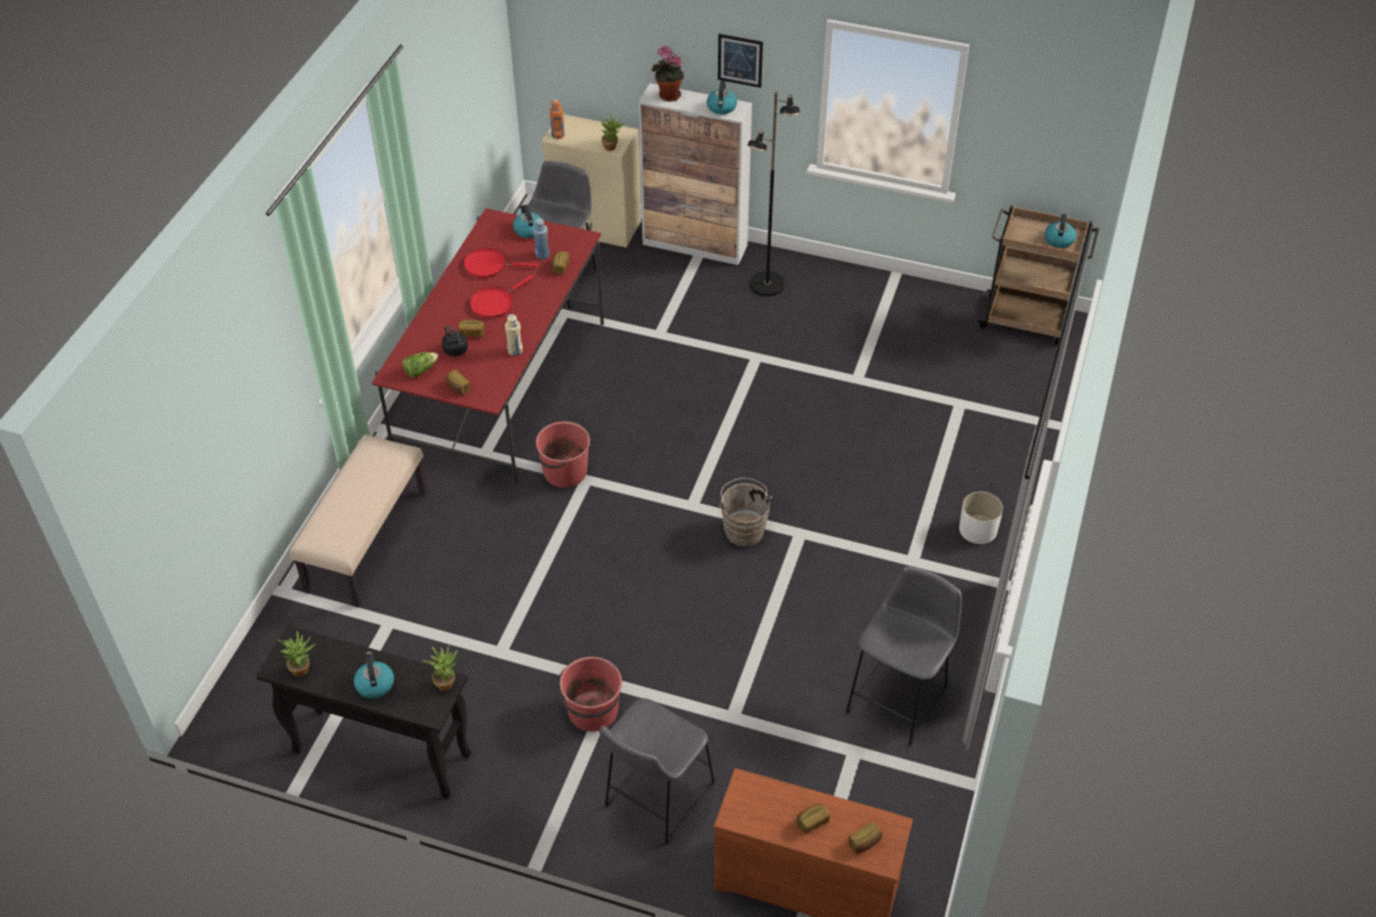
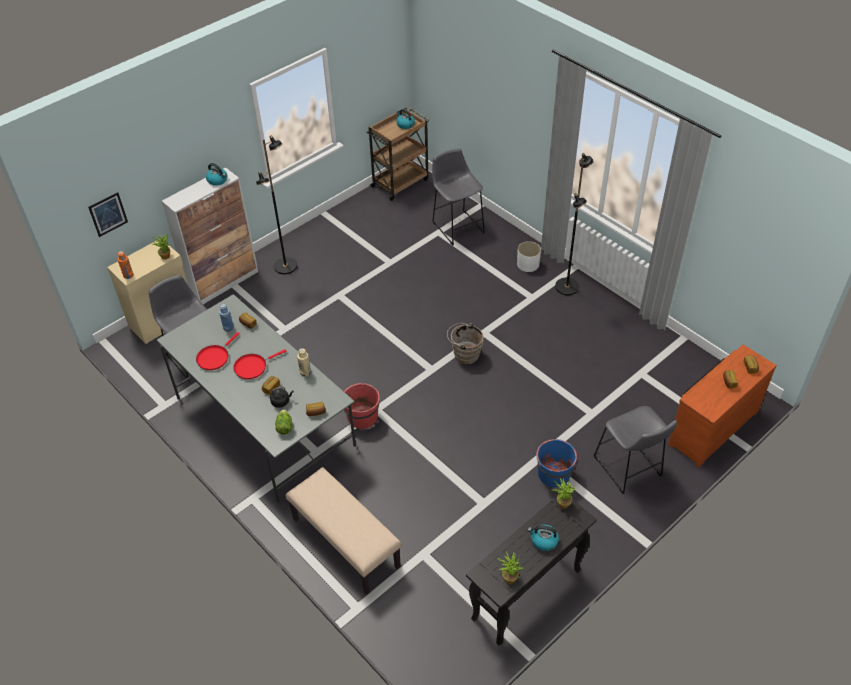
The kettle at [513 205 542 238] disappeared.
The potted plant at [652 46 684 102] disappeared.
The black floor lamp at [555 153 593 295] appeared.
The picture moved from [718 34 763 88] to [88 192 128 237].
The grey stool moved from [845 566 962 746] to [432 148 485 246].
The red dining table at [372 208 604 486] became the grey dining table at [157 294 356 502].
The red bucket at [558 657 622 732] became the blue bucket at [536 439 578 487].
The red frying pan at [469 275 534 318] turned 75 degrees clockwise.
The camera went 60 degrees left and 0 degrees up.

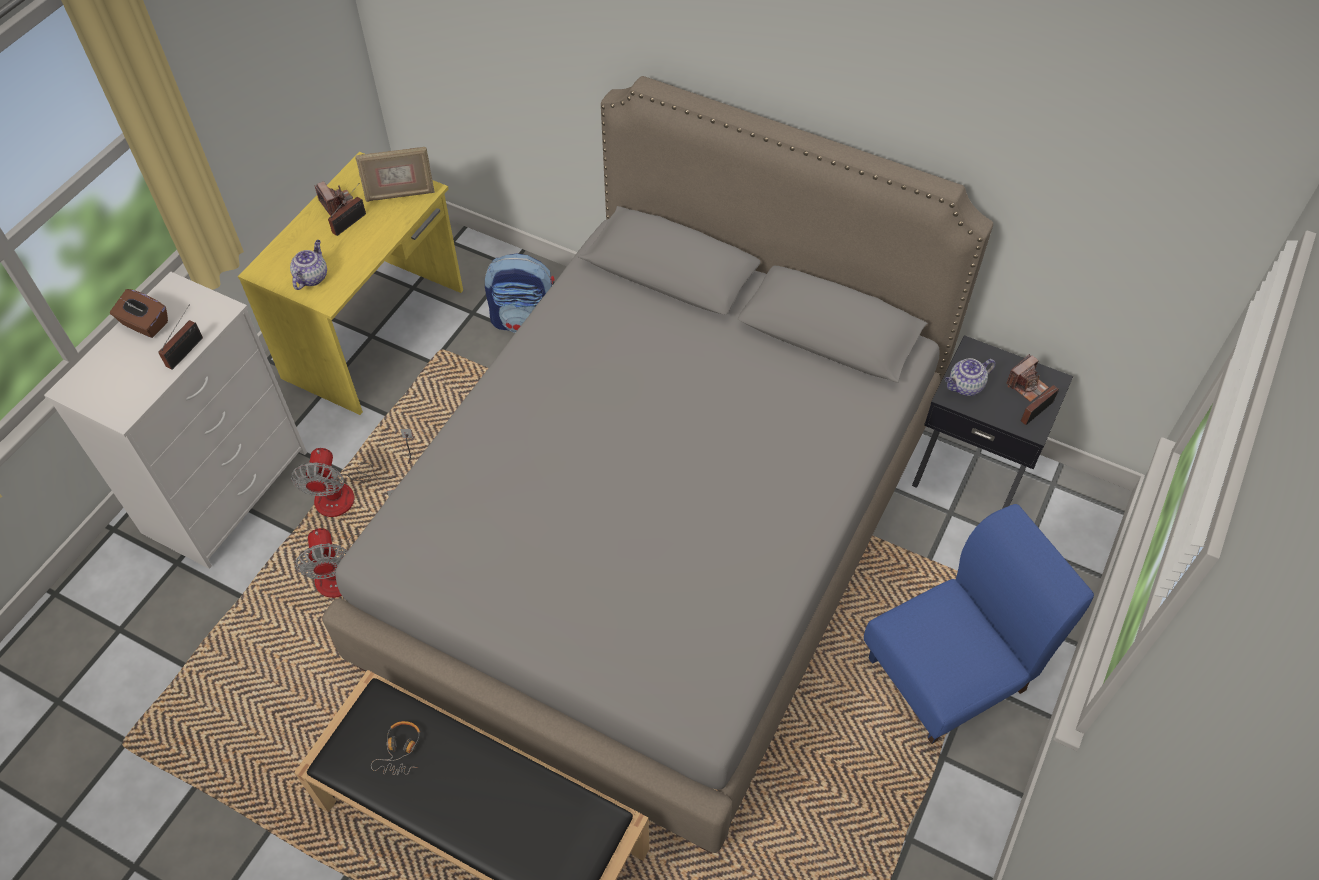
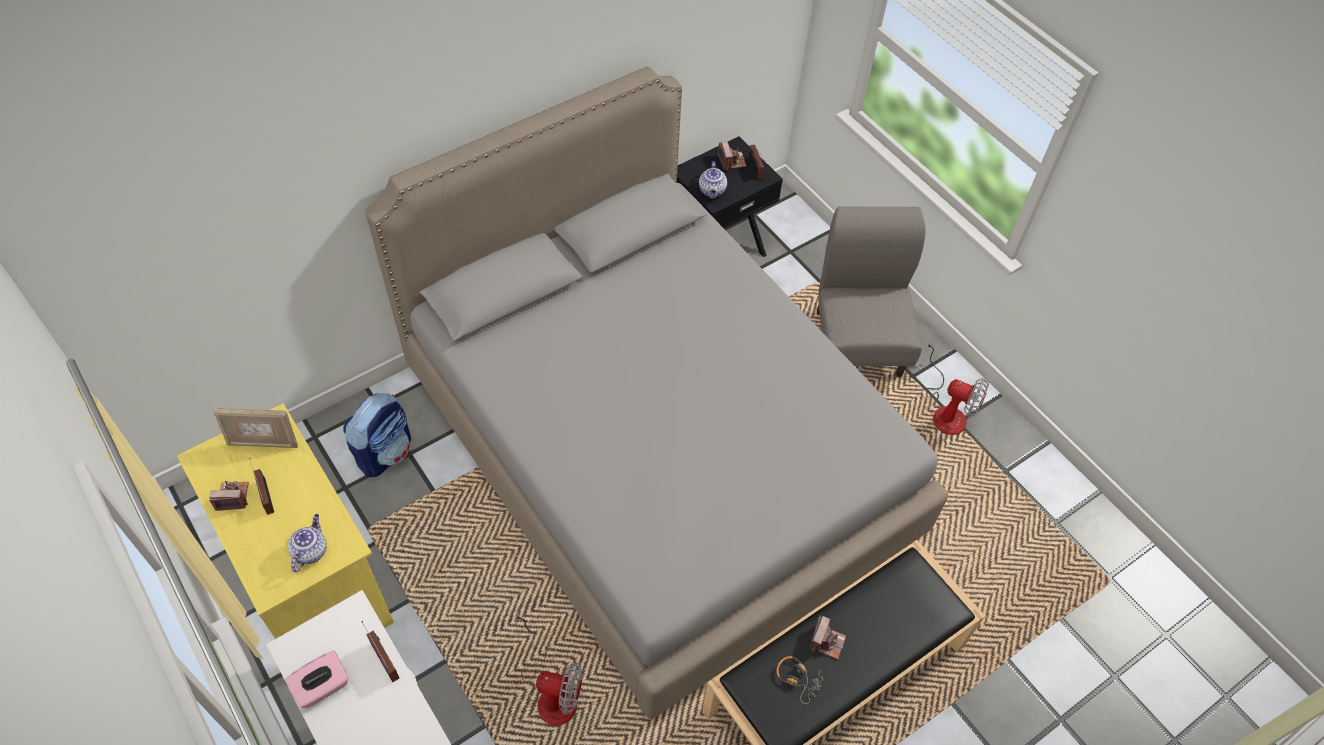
The photo camera at [809 616 846 659] appeared.
The fan moved from [291 429 413 517] to [921 339 989 435].
The brown tissue box at [110 289 168 338] became the pink tissue box at [285 651 349 708].
The blue chair at [864 504 1094 744] became the grey chair at [817 207 925 377].
The teapot at [290 240 327 290] turned 60 degrees clockwise.
The picture frame at [355 147 435 202] turned 75 degrees clockwise.
The camera went 65 degrees left and 0 degrees up.

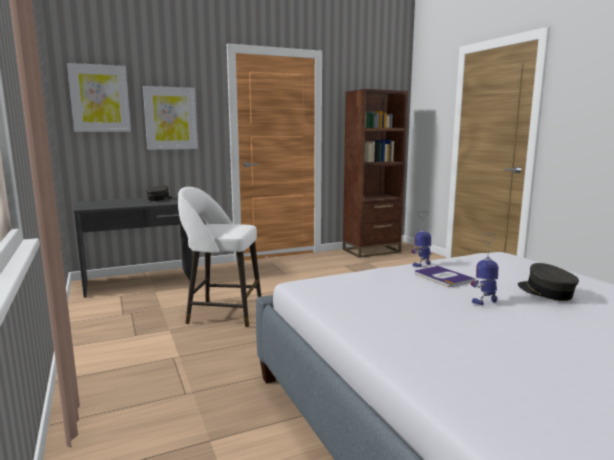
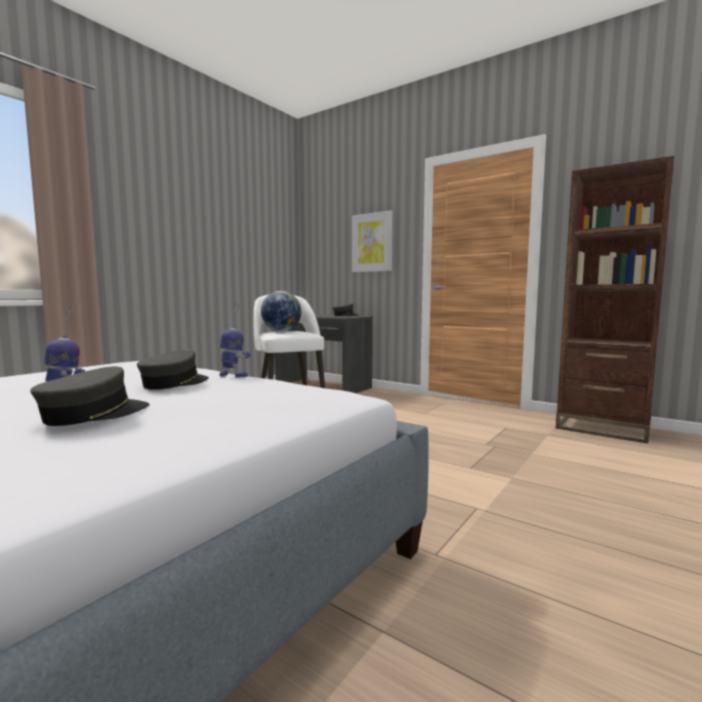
The picture at [67 63 131 132] disappeared.
The globe at [261 291 301 332] appeared.
The book at [415 266 475 287] was replaced by the grey cap at [137 350 209 390].
The camera went 60 degrees right and 5 degrees down.

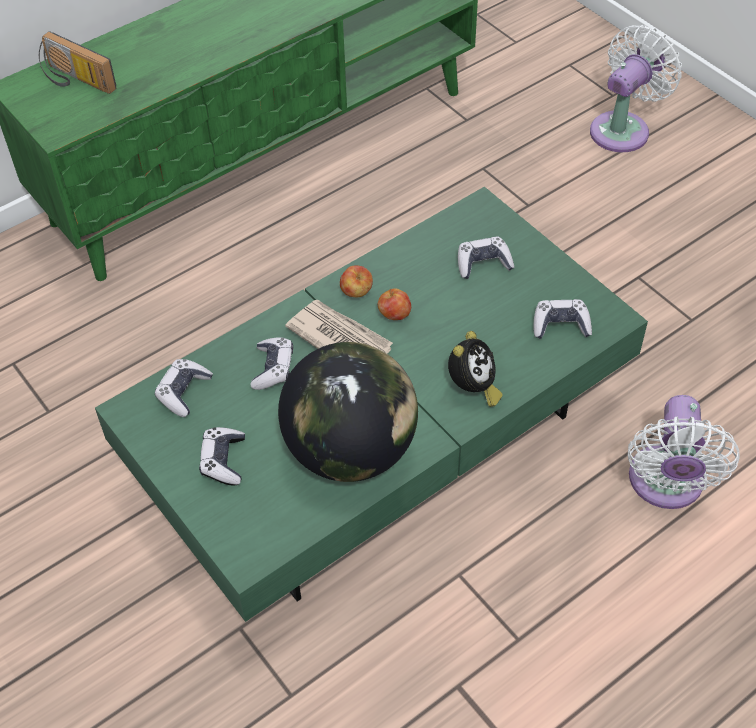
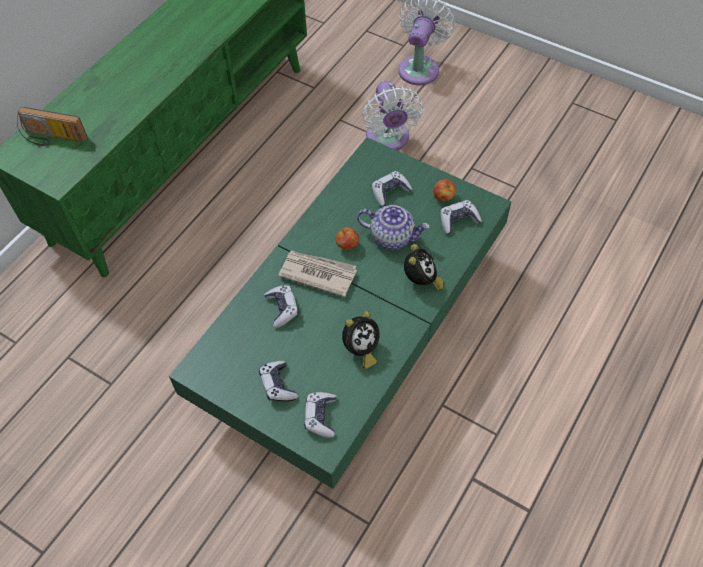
The teapot at [357 205 430 250] appeared.
The game controller moved from [155 359 213 417] to [304 392 337 438].
The apple moved from [340 265 373 297] to [433 179 456 202].
The white fan moved from [628 395 740 509] to [362 81 424 150].
The globe at [278 342 418 482] was replaced by the alarm clock at [342 311 380 369].
The camera went 20 degrees left and 5 degrees up.

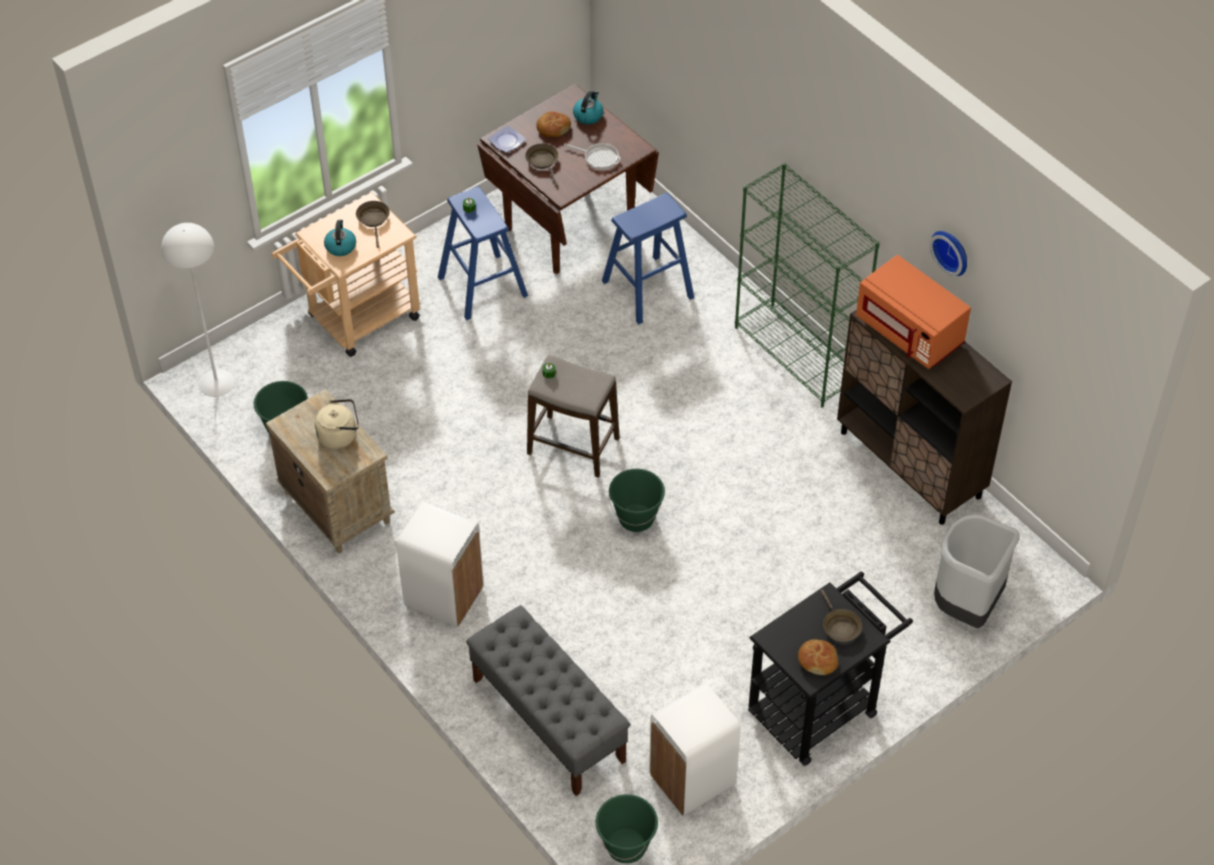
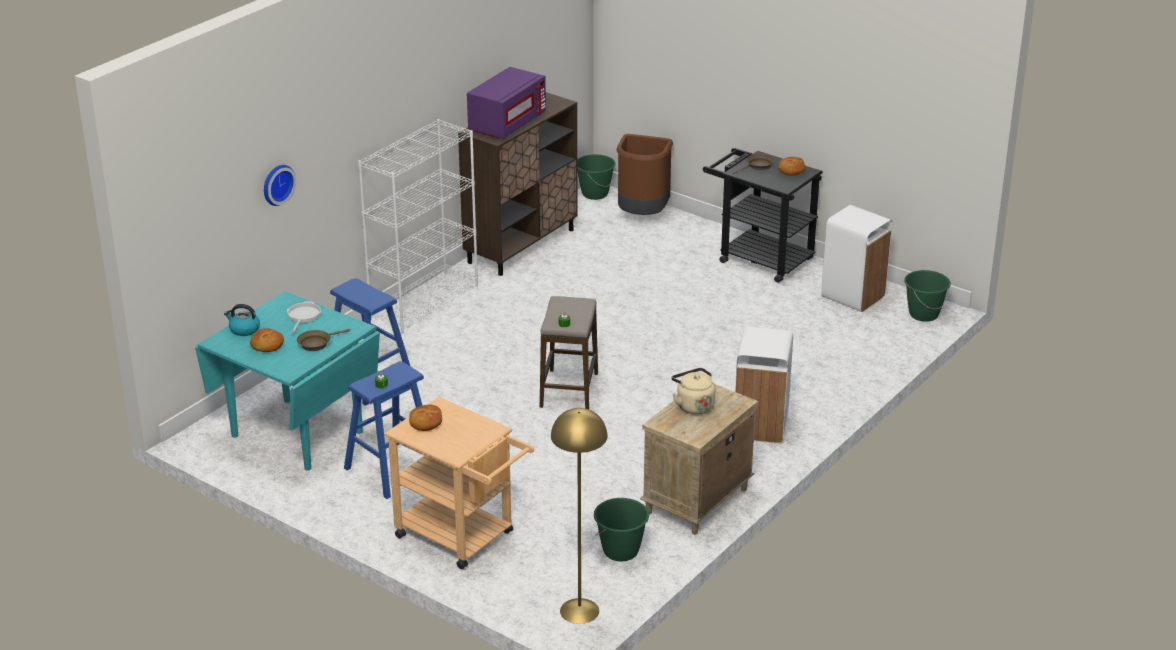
The kettle at [324 219 356 256] disappeared.
The grey bench at [466 605 630 796] disappeared.
The plate at [488 126 526 152] disappeared.
The green bucket moved from [609 469 665 532] to [577 154 616 200].
The wall clock moved from [930 231 967 276] to [264 165 296 206].
The brown frying pan at [356 201 390 248] was replaced by the bread at [409 405 442 431].
The white floor lamp at [161 223 235 397] became the yellow floor lamp at [551 408 607 624].
The brown dining table at [477 84 659 274] became the turquoise dining table at [195 291 380 471].
The green bookcase at [735 163 880 408] became the white bookcase at [358 119 478 333].
The orange microwave at [856 255 971 369] became the purple microwave at [467 67 546 139].
The grey trash can at [934 514 1019 628] became the brown trash can at [617 134 673 215].
The camera went 105 degrees left and 20 degrees down.

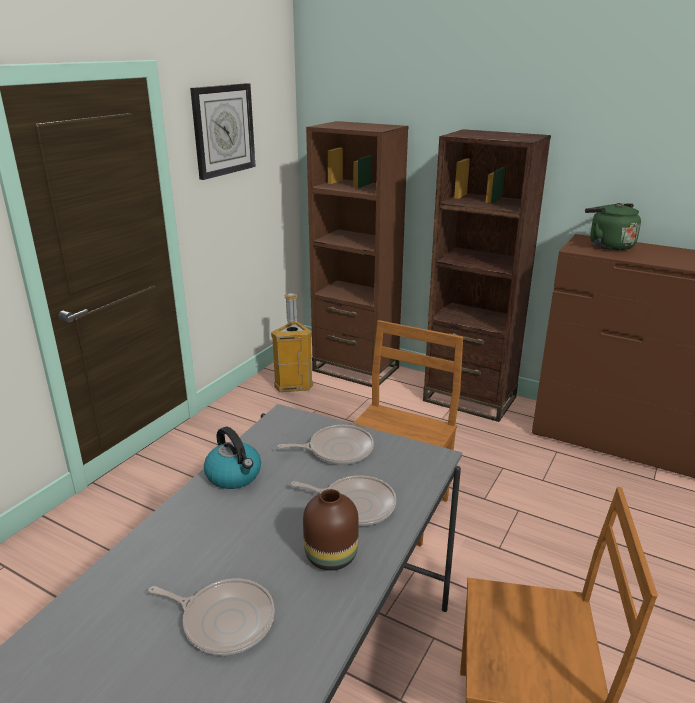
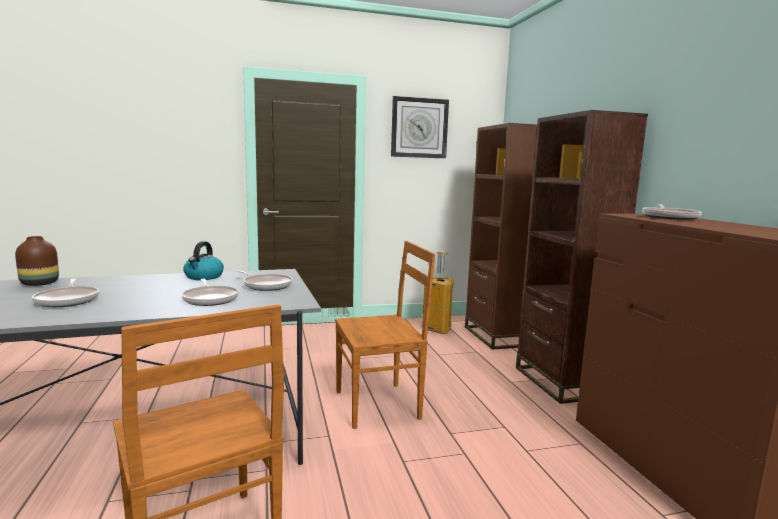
The brown vase moved from [303 489 359 571] to [15 236 59 286].
The green kettle at [585 203 641 251] was replaced by the frying pan at [642 204 702 220].
The camera went 45 degrees right and 15 degrees down.

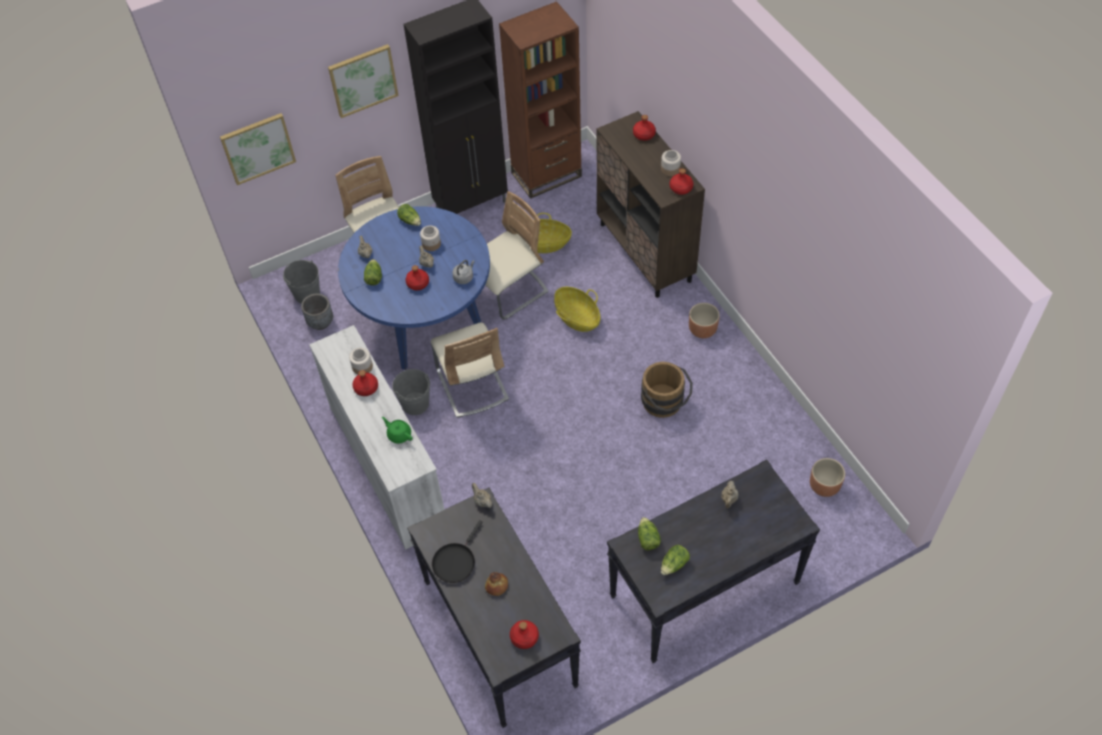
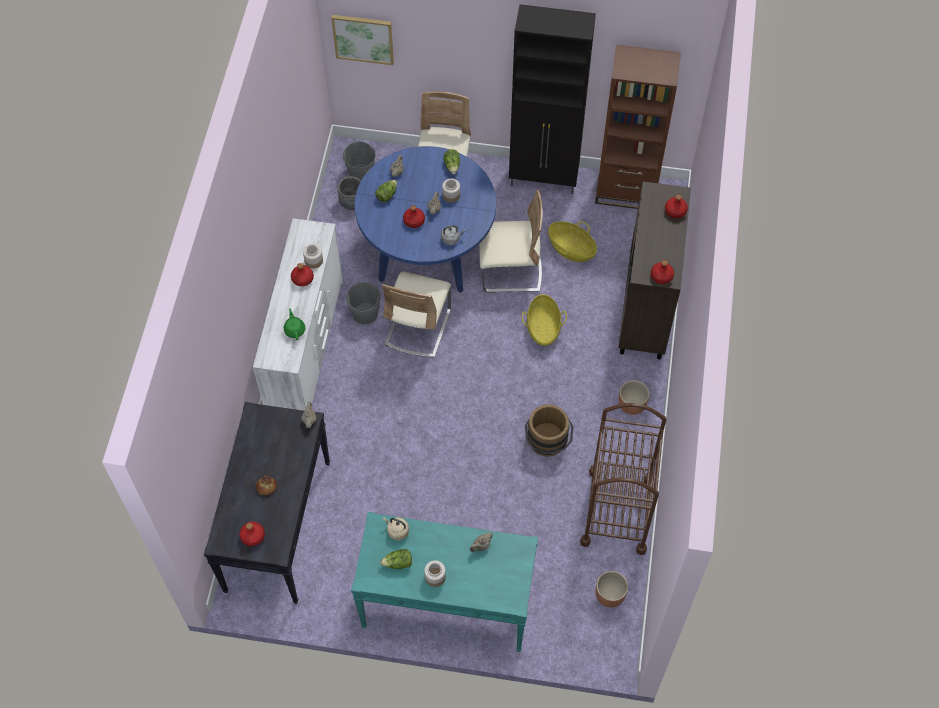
The picture at [328 44 399 118] disappeared.
The black frying pan at [432 520 483 583] disappeared.
The brown cart at [580 403 667 555] appeared.
The jar moved from [661 150 681 176] to [424 560 446 587].
The lettuce at [638 517 661 550] was replaced by the beige kettle at [383 517 409 540].
The black console table at [607 459 820 663] became the turquoise console table at [351 512 538 652].
The camera went 35 degrees right and 5 degrees up.

